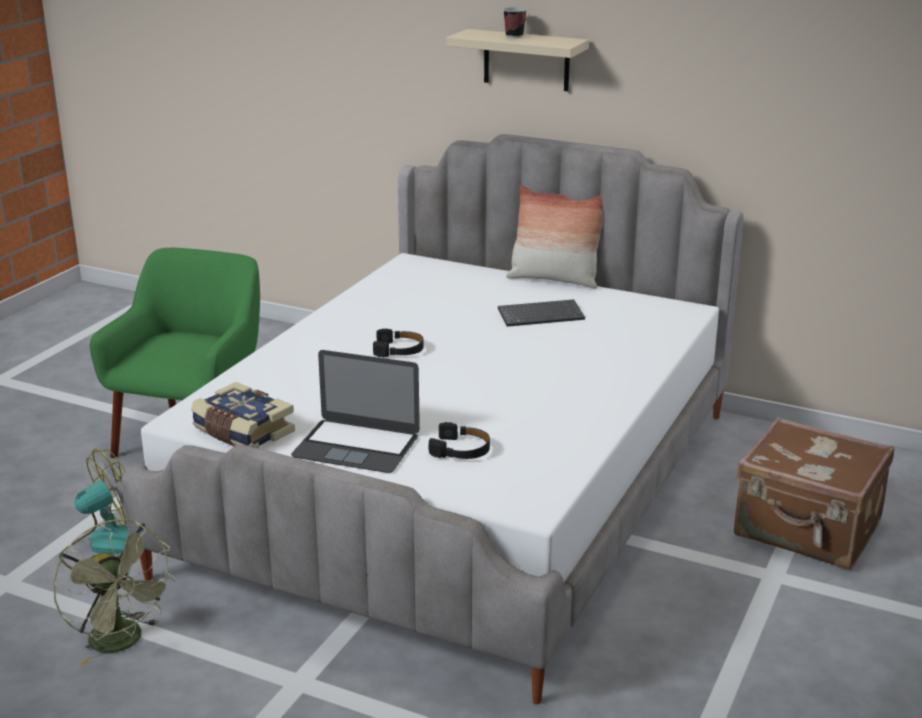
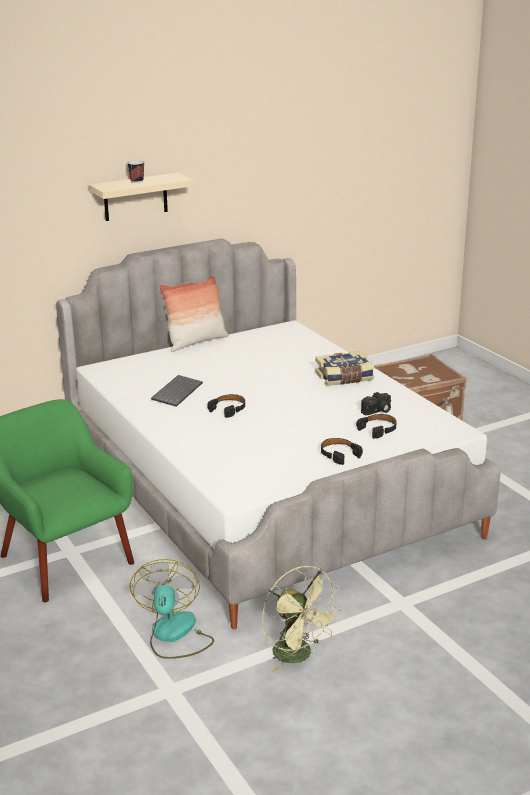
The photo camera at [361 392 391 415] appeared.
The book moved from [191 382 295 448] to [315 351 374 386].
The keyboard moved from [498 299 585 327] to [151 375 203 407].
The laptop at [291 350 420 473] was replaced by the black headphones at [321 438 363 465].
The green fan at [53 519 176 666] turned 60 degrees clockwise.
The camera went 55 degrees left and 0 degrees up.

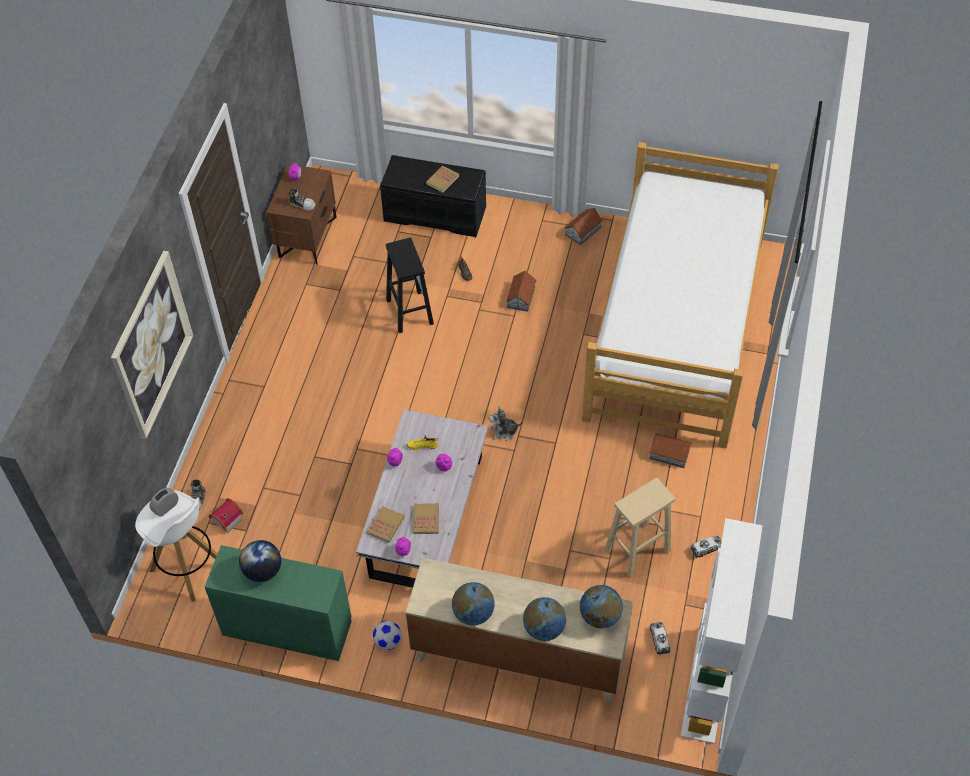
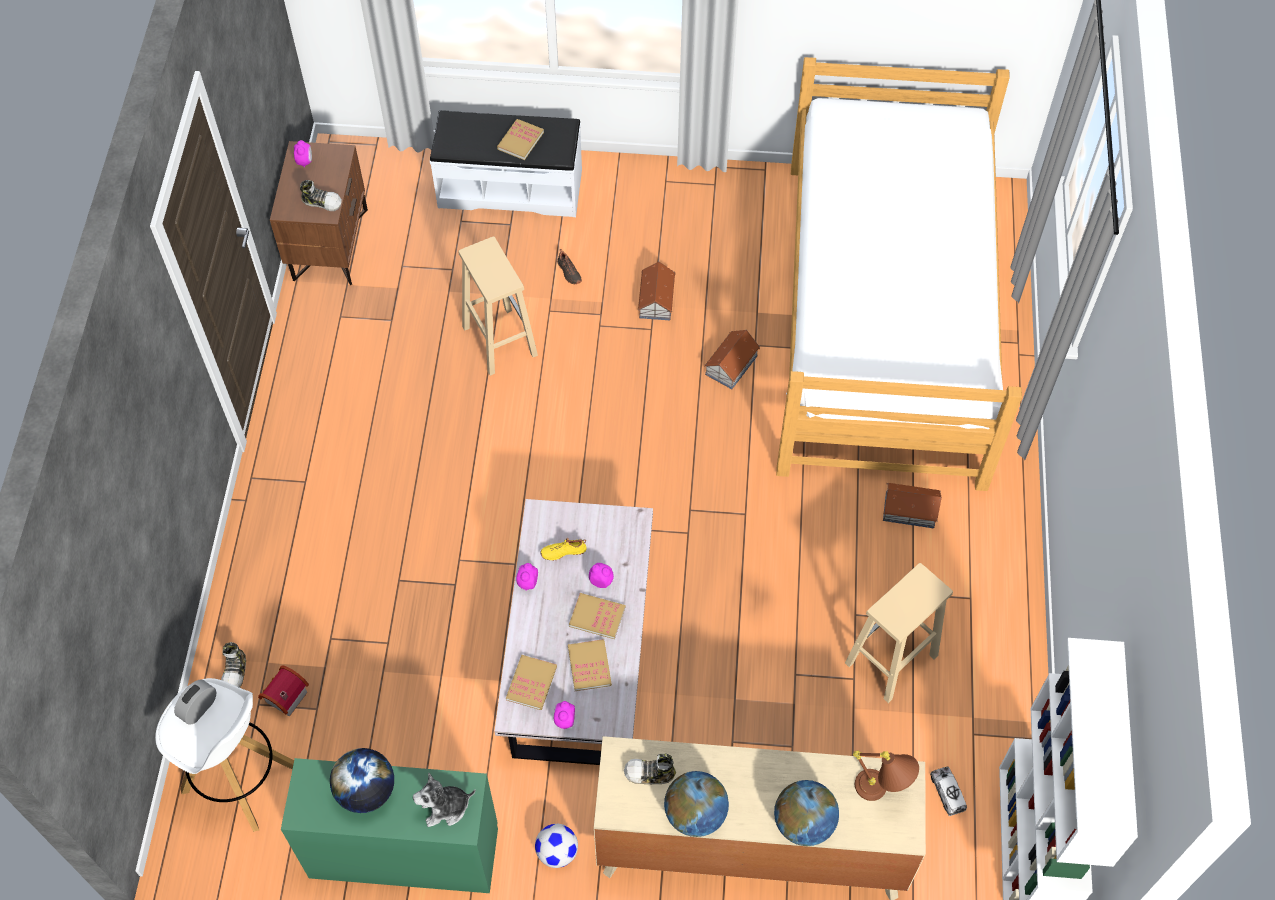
The picture at [111 251 193 439] disappeared.
The toy truck at [691 536 722 558] disappeared.
The book at [569 593 625 639] appeared.
The shoe at [624 754 676 784] appeared.
The plush toy moved from [489 406 523 441] to [413 772 475 827].
The toy house moved from [565 208 603 245] to [704 330 760 389].
The globe at [580 585 623 628] was replaced by the brown table lamp at [853 750 919 801].
The black bench at [380 155 486 237] became the white bench at [430 110 582 217].
The black stool at [386 238 434 333] became the beige stool at [458 236 538 376].
The camera went 10 degrees left and 5 degrees up.

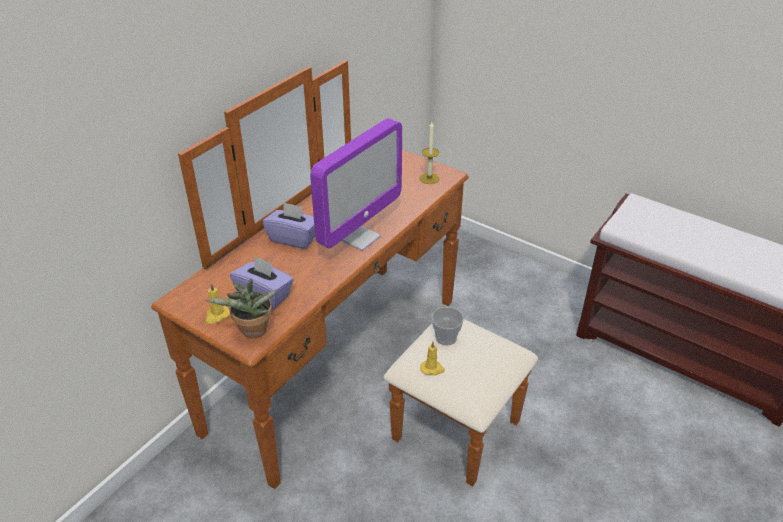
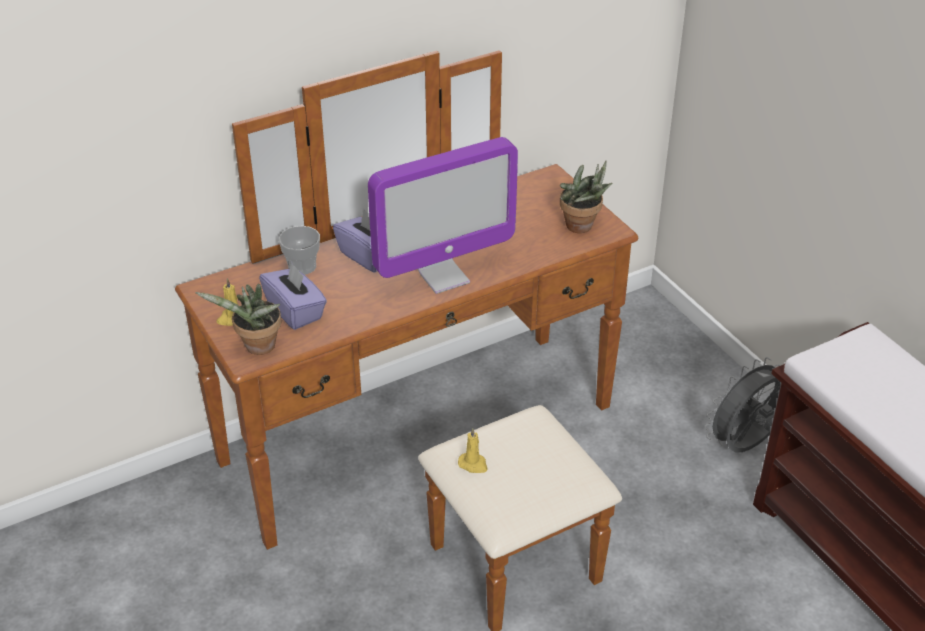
The grey fan at [705 357 781 452] appeared.
The cup moved from [431 307 464 346] to [279 226 320 275].
The candle at [420 122 440 184] was replaced by the potted plant at [560 161 612 233].
The camera went 25 degrees right and 0 degrees up.

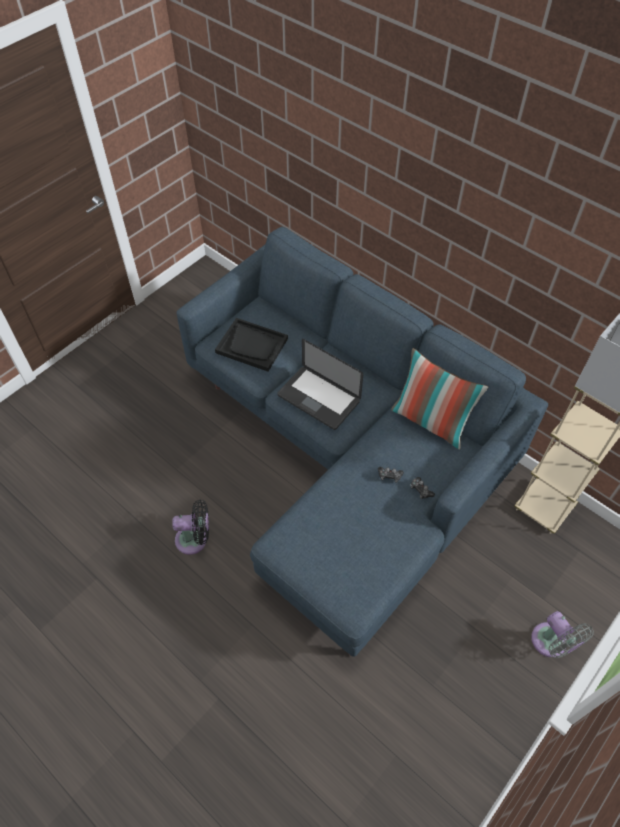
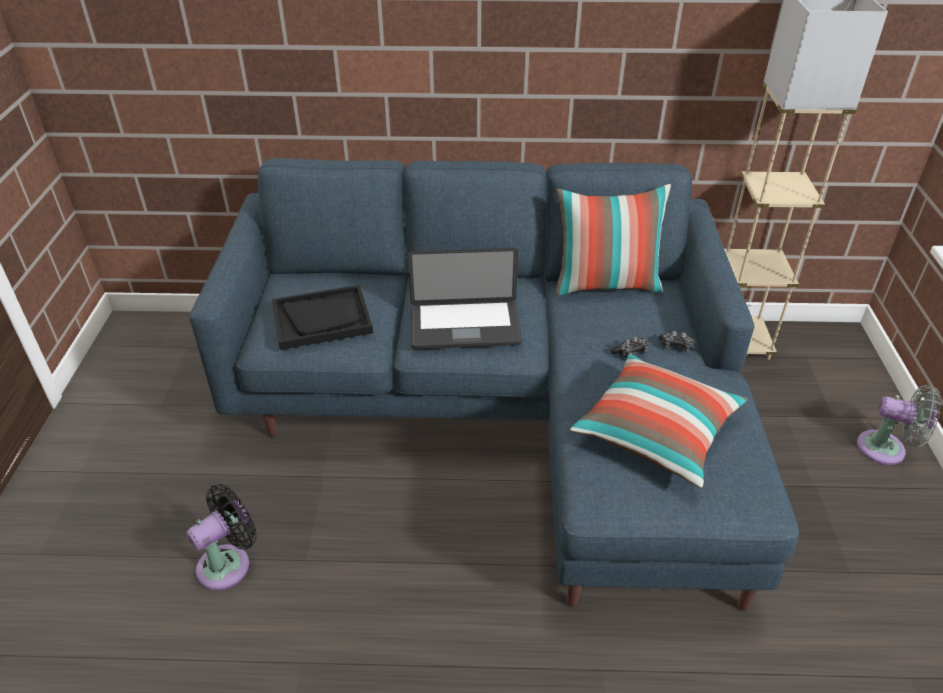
The pillow at [570 354 748 488] appeared.
The black fan moved from [172 500 209 555] to [186 484 257 591].
The camera went 40 degrees left and 15 degrees down.

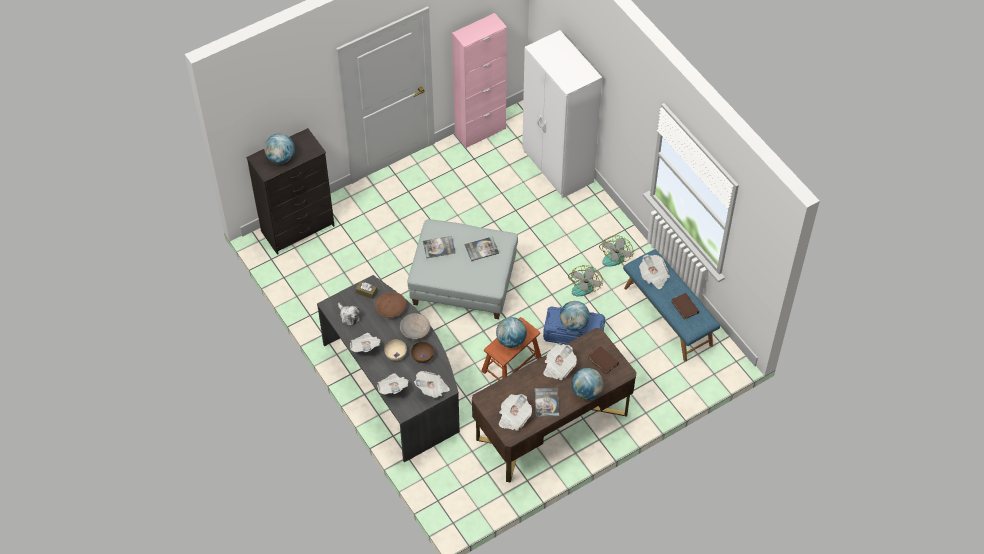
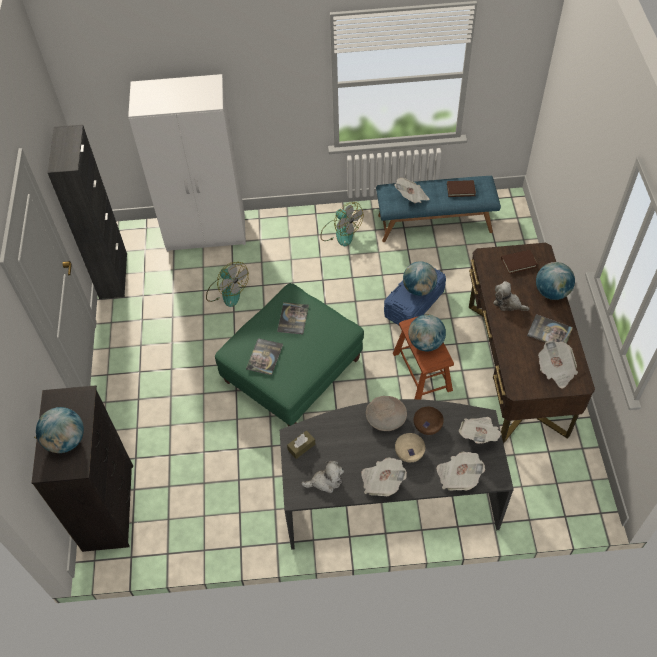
The brown bowl at [375 292 406 318] disappeared.
The fan moved from [568 265 603 296] to [206 262 249 307].
The newspaper at [543 345 577 380] was replaced by the plush toy at [493 281 530 311].
The grey ottoman at [408 219 518 319] became the green ottoman at [215 283 364 426].
The pink cabinet at [452 13 507 148] became the black cabinet at [48 125 127 299].
The camera went 60 degrees left and 0 degrees up.

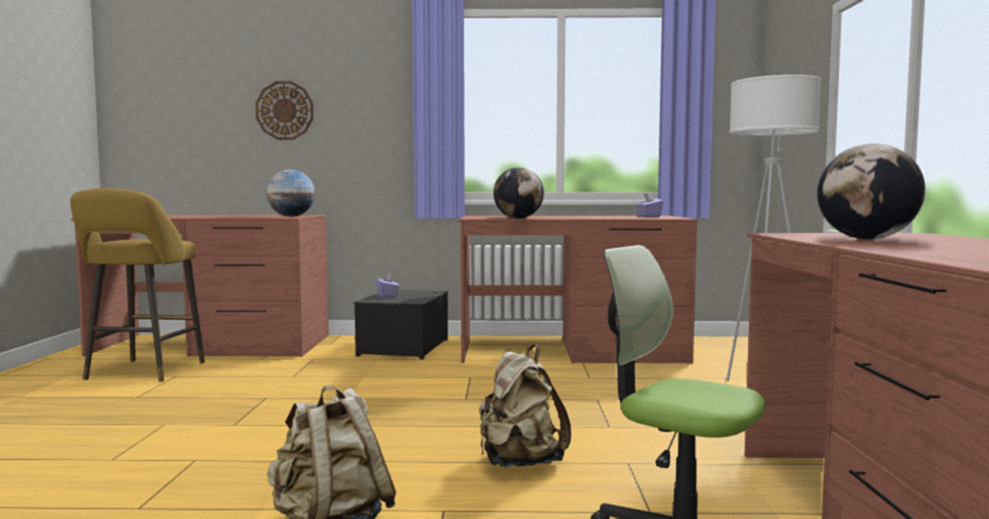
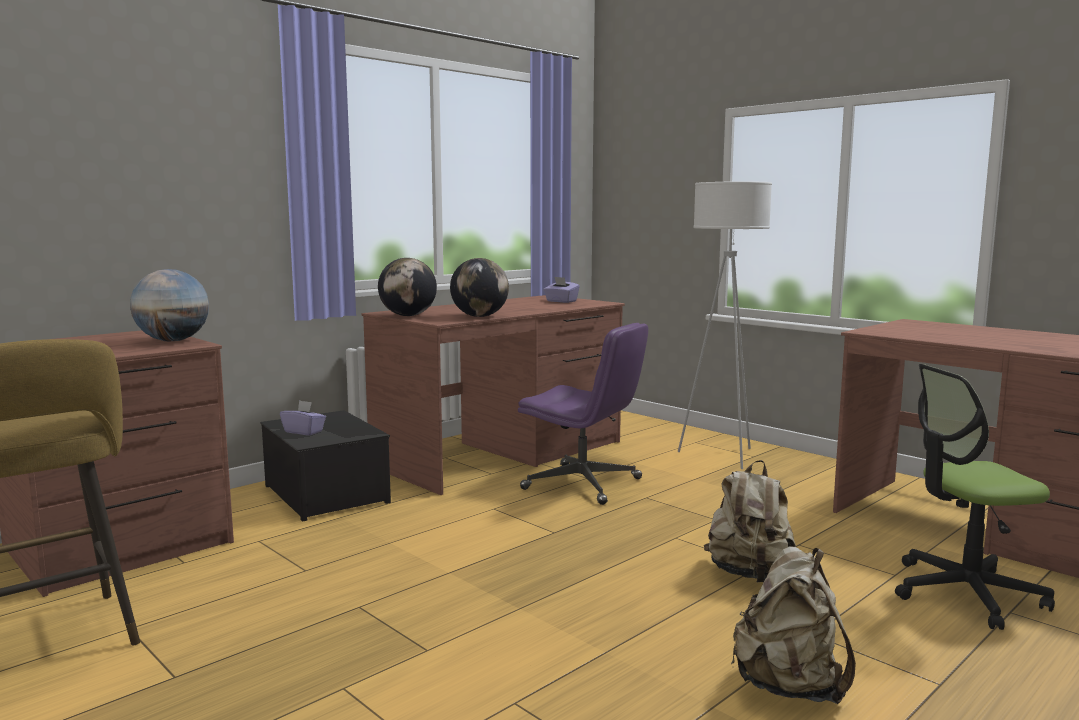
The wall clock at [256 81 314 140] disappeared.
The purple office chair at [518 323 648 505] appeared.
The globe moved from [817 143 925 239] to [378 258 437 316].
The camera went 45 degrees left and 5 degrees up.

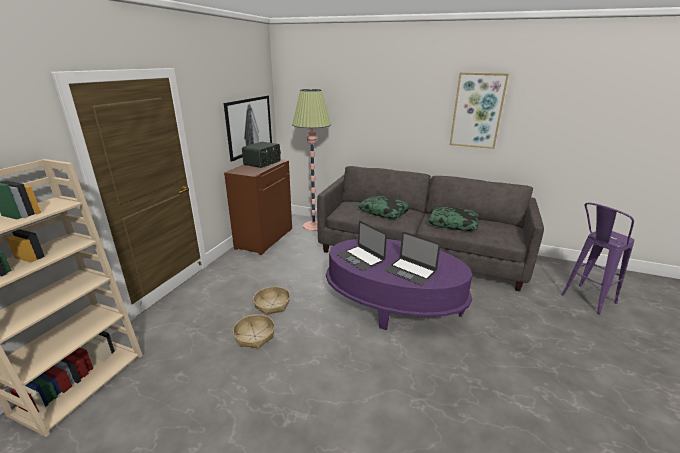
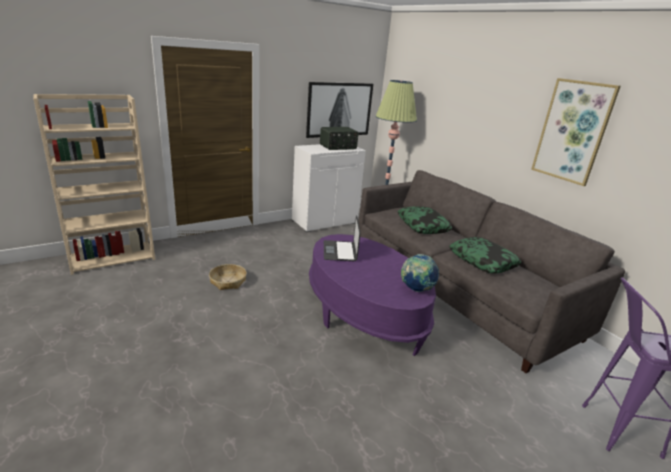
The basket at [253 286 290 315] disappeared.
The laptop at [384 232 440 285] disappeared.
The globe at [401 254 439 292] appeared.
The brown cabinet at [224 159 292 255] became the white cabinet at [292 144 366 232].
The camera went 35 degrees right and 0 degrees up.

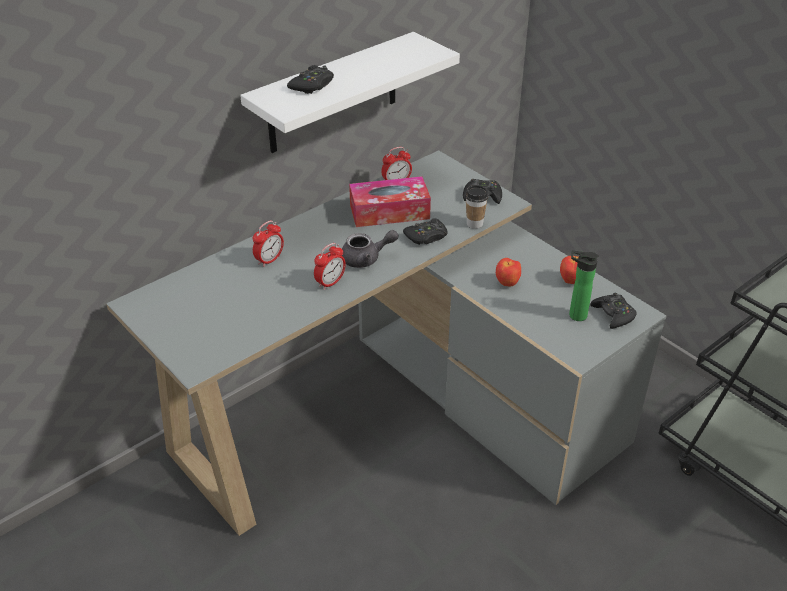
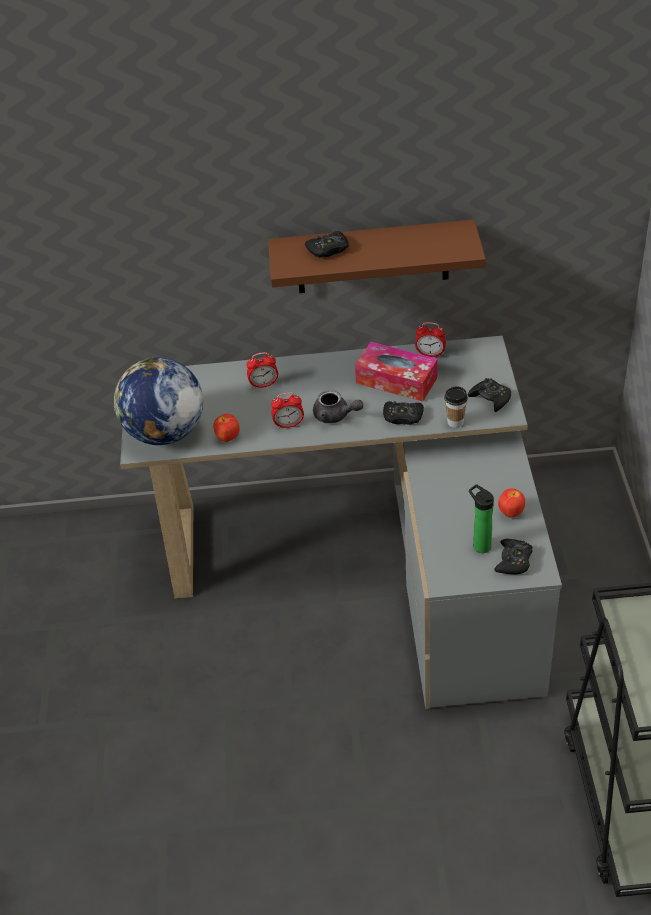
The globe at [114 357 203 445] appeared.
The apple moved from [496 258 521 286] to [214 414 240 442].
The white shelf at [240 32 460 153] became the brown shelf at [268 219 486 293].
The camera went 40 degrees right and 5 degrees up.

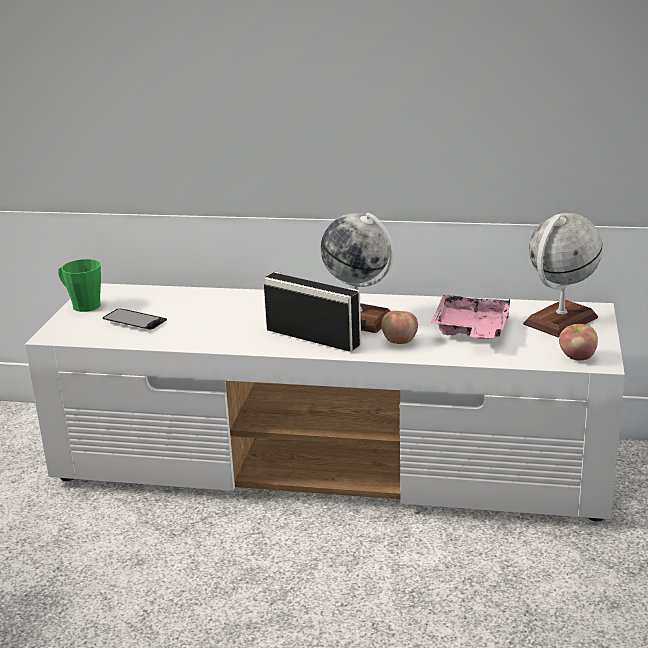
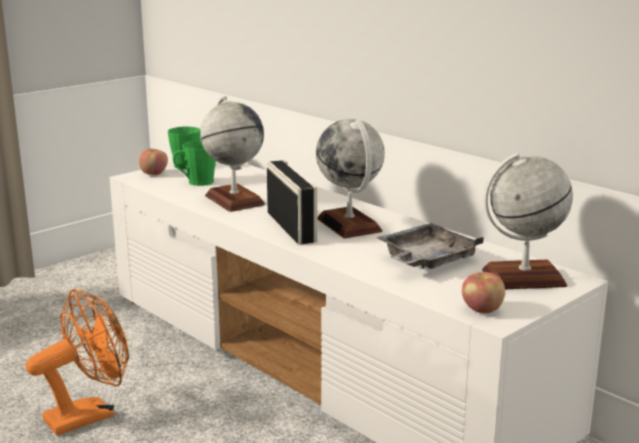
The orange fan at [26 289 129 436] appeared.
The globe at [200 96 265 212] appeared.
The apple moved from [381 311 418 344] to [139 149 168 175].
The phone at [103 308 167 329] was replaced by the green mug at [173 140 216 186].
The pink tray at [431 295 511 339] became the grey tray at [377 223 484 269].
The camera went 35 degrees right and 5 degrees down.

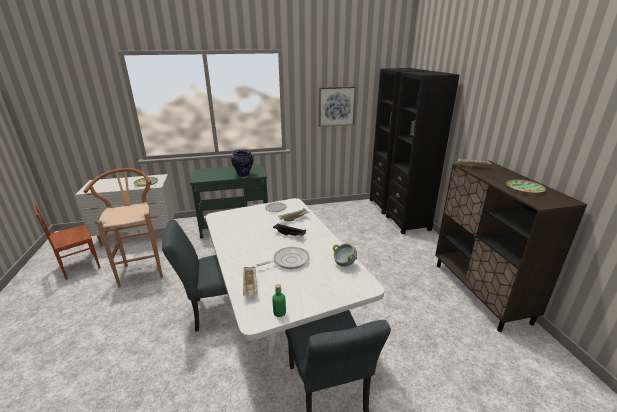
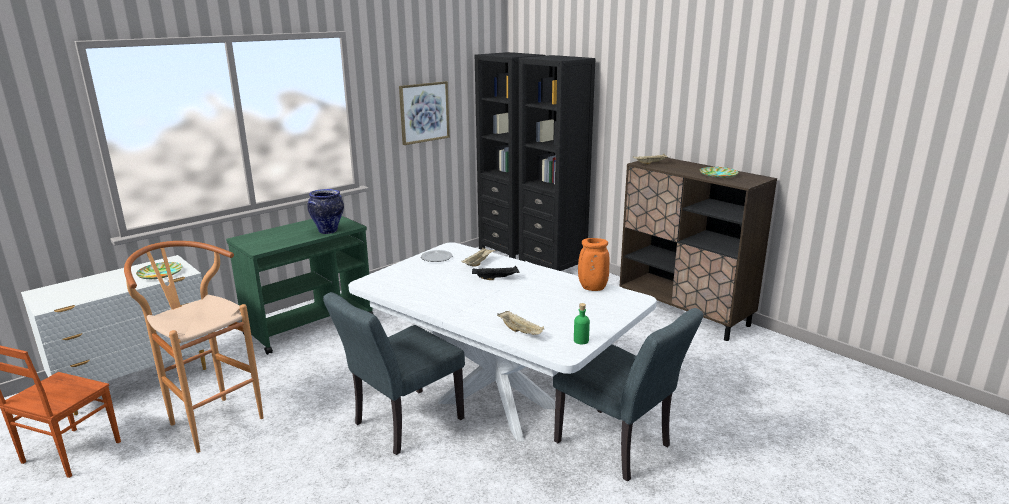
The frying pan at [256 247 309 269] disappeared.
The bowl at [333 243 357 267] was replaced by the orange vase at [578 238 610 291].
The camera went 30 degrees left and 5 degrees down.

